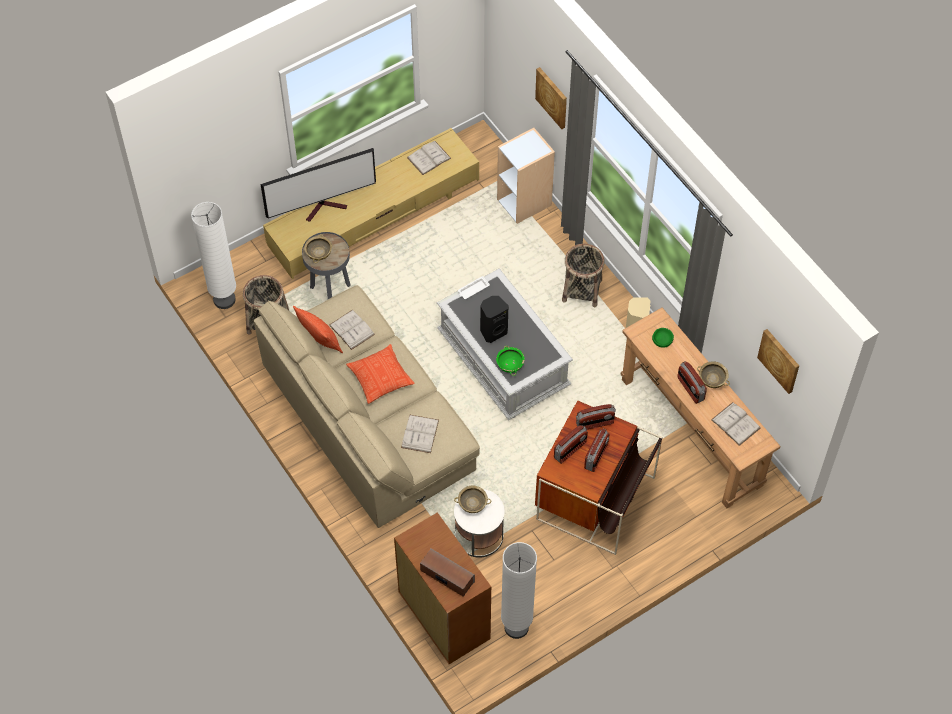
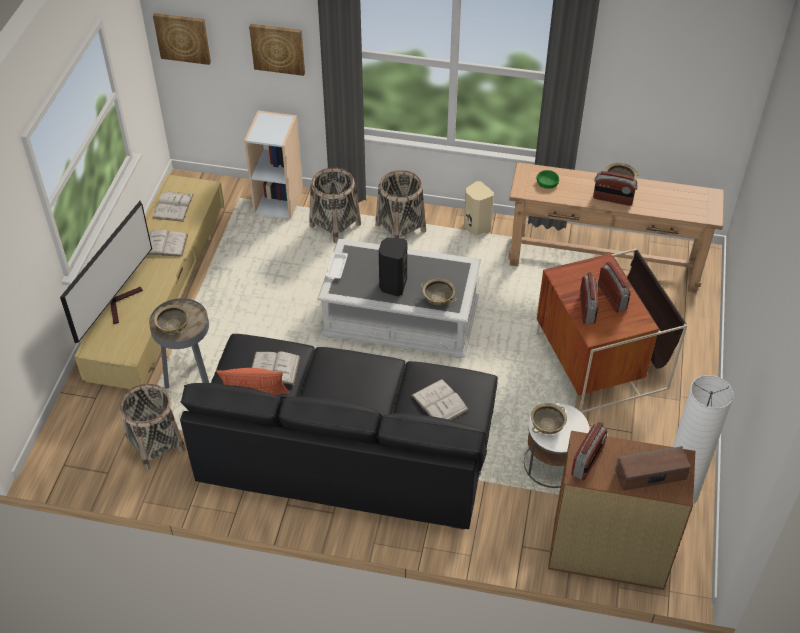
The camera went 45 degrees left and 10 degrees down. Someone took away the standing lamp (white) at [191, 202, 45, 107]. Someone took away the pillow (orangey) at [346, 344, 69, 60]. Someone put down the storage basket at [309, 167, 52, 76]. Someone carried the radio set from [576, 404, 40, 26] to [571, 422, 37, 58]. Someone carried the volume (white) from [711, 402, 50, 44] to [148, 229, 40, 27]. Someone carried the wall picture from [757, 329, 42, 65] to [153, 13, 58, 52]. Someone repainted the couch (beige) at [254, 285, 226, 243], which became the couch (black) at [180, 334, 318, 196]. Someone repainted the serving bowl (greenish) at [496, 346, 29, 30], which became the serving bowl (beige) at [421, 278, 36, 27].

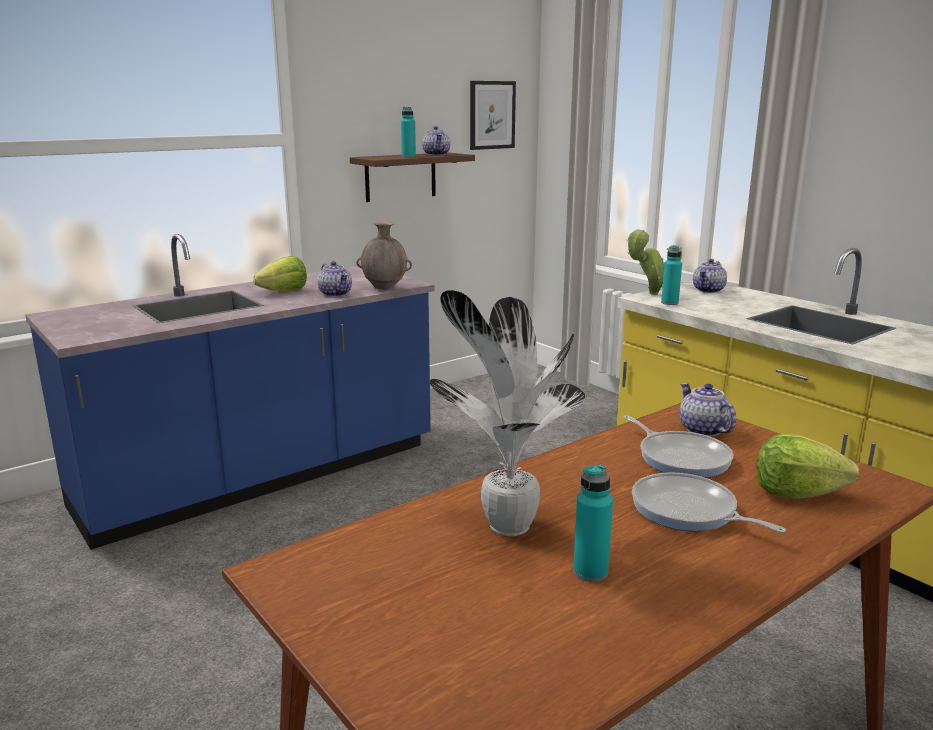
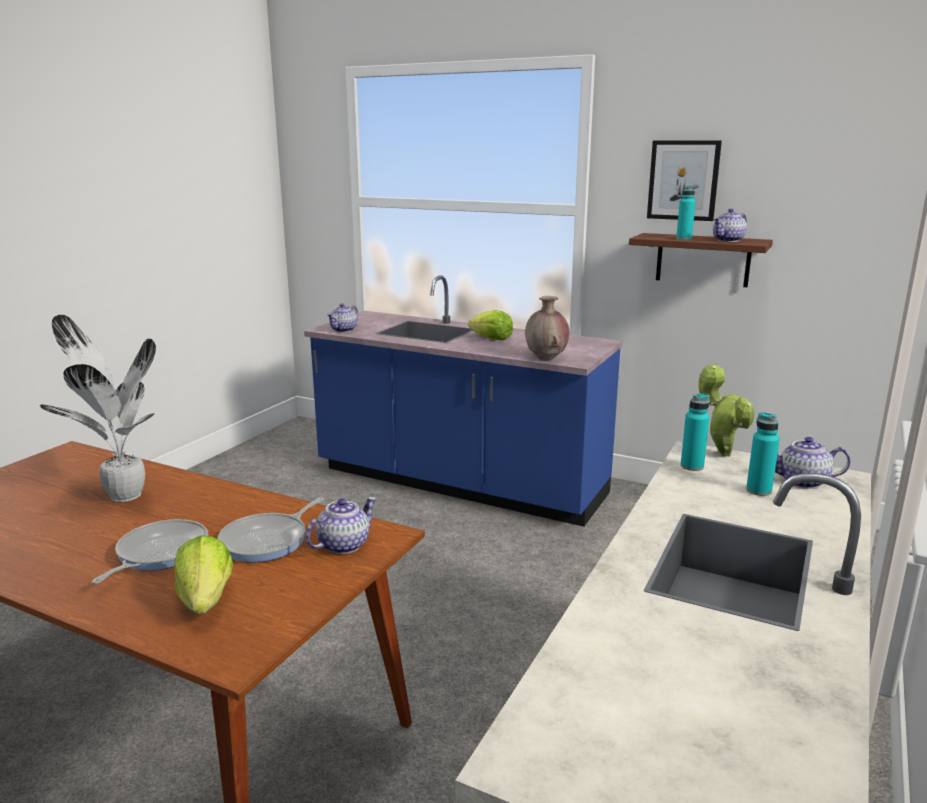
The camera went 65 degrees right and 0 degrees up. Someone carried the teapot from [317, 261, 35, 36] to [327, 303, 31, 29]. Someone carried the wall picture from [470, 81, 46, 69] to [647, 140, 75, 81]. Someone carried the drink bottle (turquoise-coloured) from [573, 464, 40, 118] to [746, 412, 34, 84].

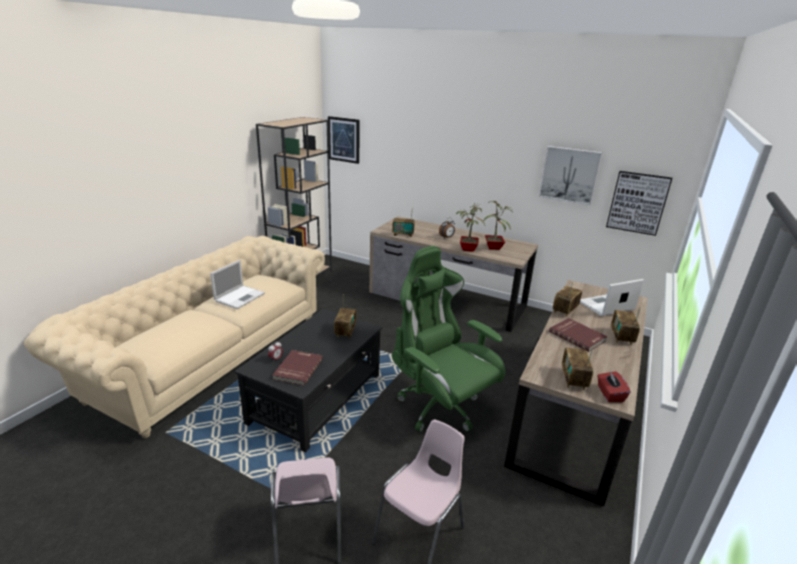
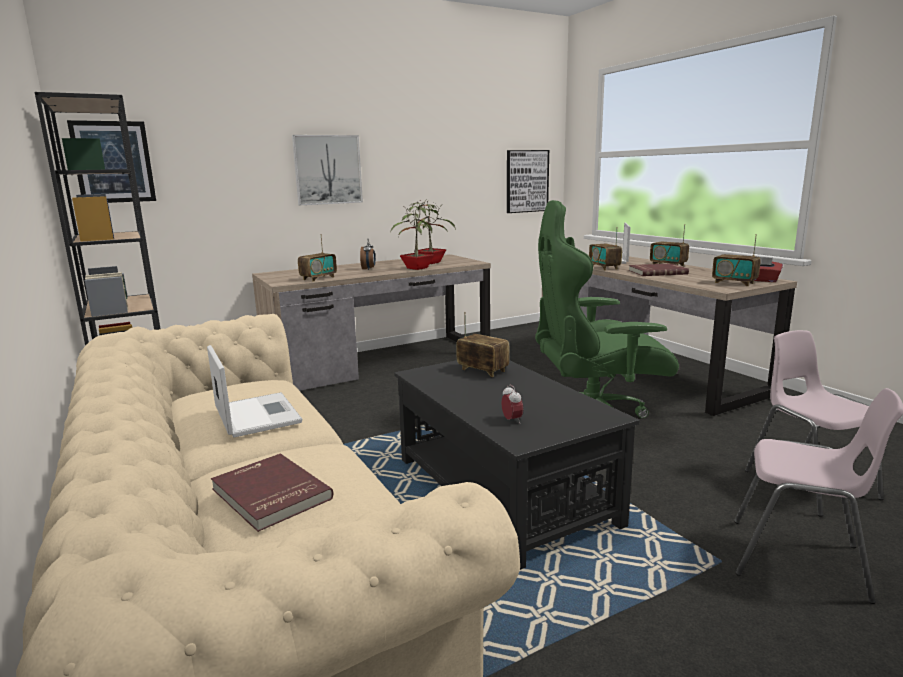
The camera went 55 degrees left and 10 degrees down. Someone carried the volume (reddish) from [273, 350, 50, 36] to [211, 454, 122, 78]. Someone carried the wall picture from [539, 146, 63, 59] to [292, 135, 71, 70].

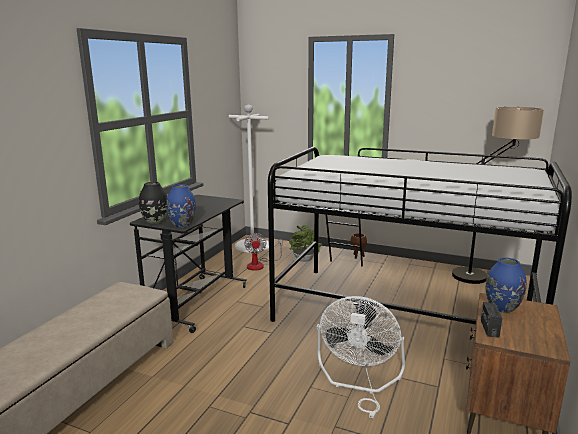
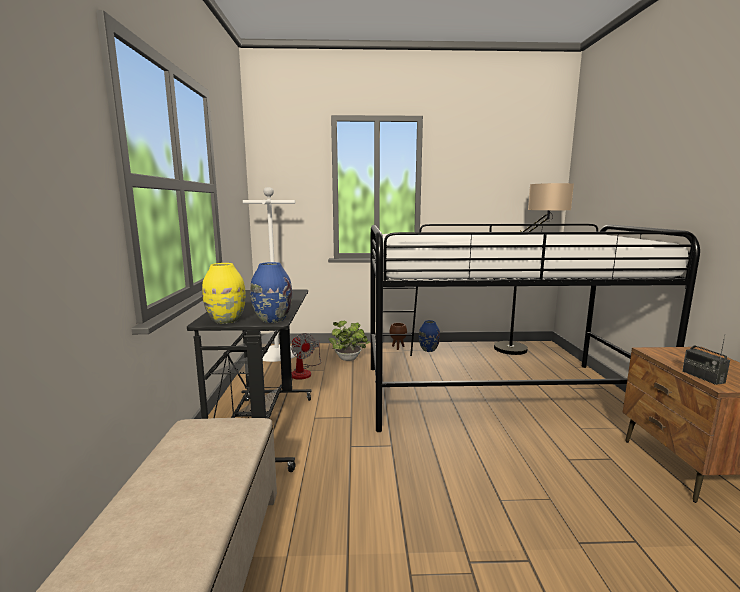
The camera went 25 degrees left and 5 degrees down. Someone took away the electric fan (white) at [317, 296, 88, 122]. Someone carried the flower vase (blue) from [486, 258, 40, 55] to [419, 320, 21, 32]. Someone repainted the flower vase (black) at [139, 182, 28, 42], which became the flower vase (yellow-coloured) at [202, 263, 44, 61].

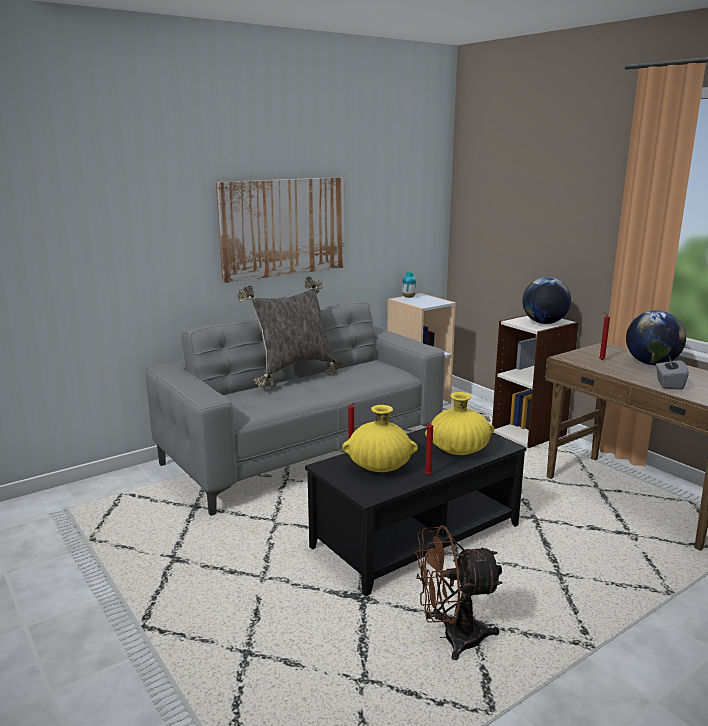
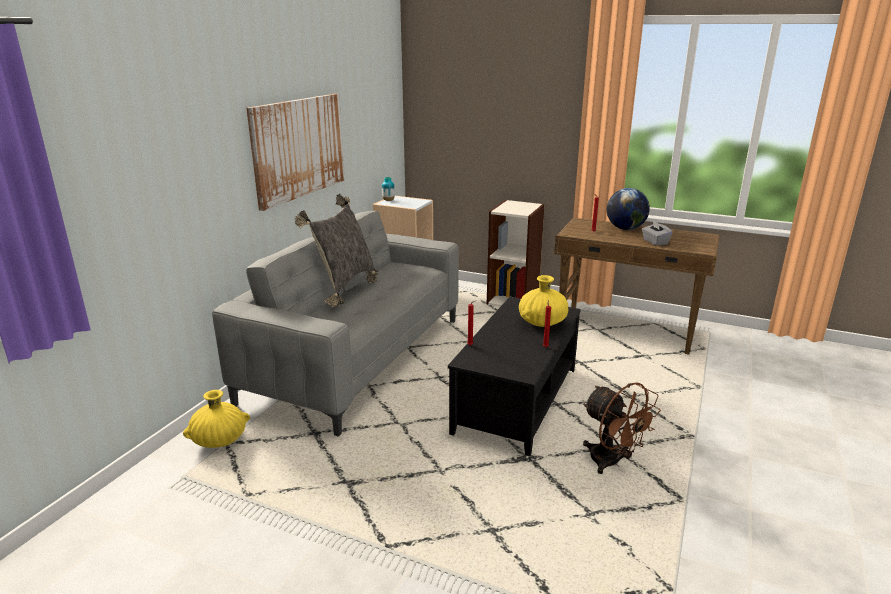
The camera went 30 degrees left and 5 degrees up. Someone took away the world globe at [522, 277, 49, 47]. Someone carried the flower vase (yellow-coloured) from [342, 405, 76, 67] to [183, 390, 67, 58]. Someone rotated the electric fan (brown) at [415, 525, 88, 135] by 90 degrees counterclockwise.

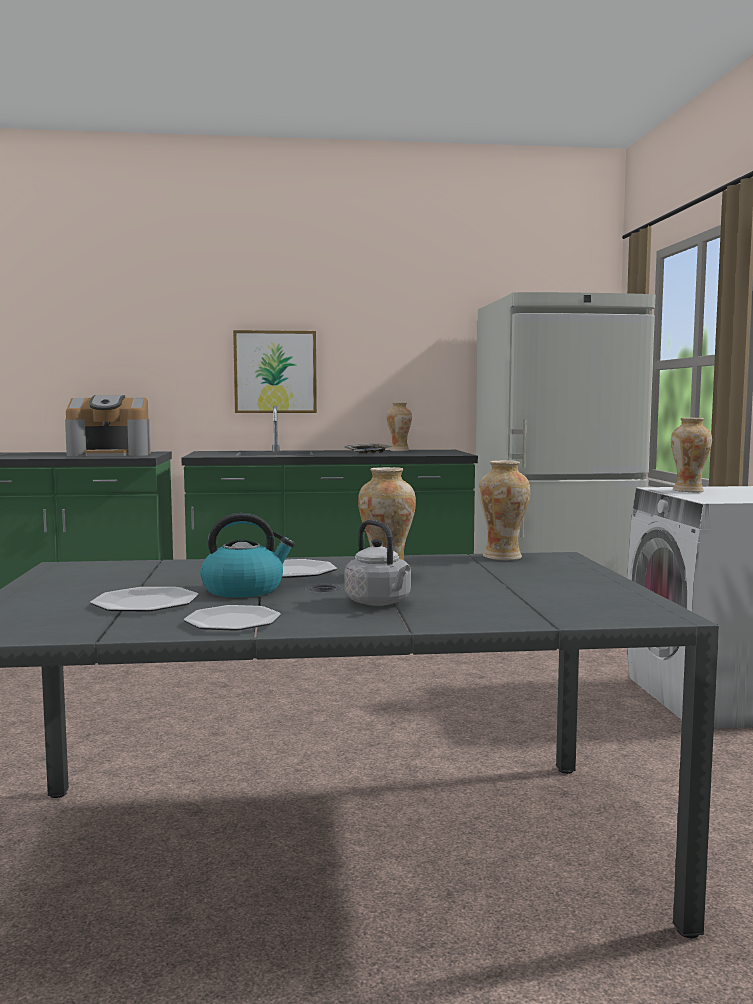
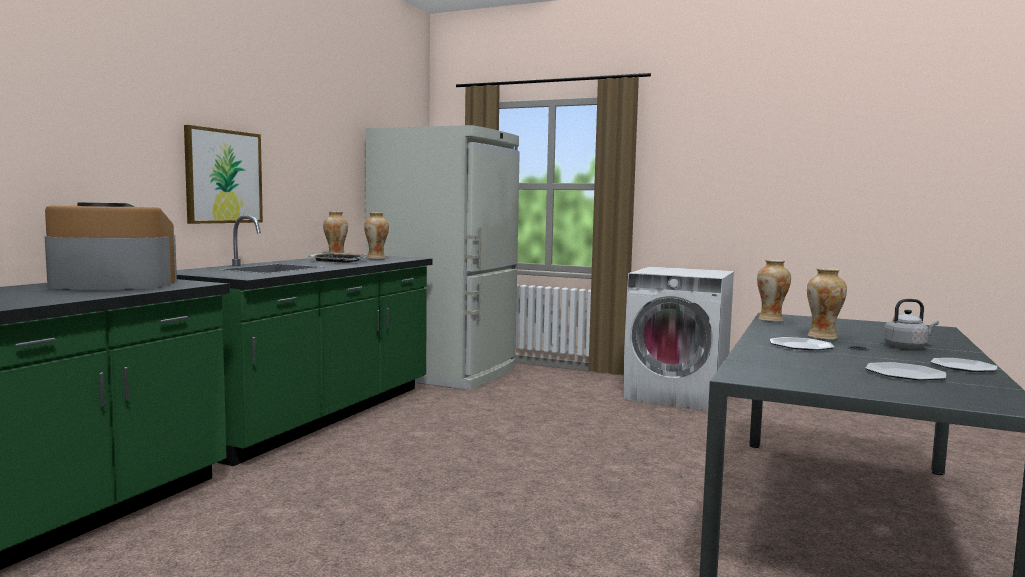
The camera went 60 degrees left and 0 degrees up. Someone took away the tea kettle at [200, 513, 95, 85]. Someone carried the flower vase from [671, 418, 41, 74] to [364, 212, 25, 47]. Someone rotated the coffee machine at [65, 395, 86, 61] by 120 degrees counterclockwise.

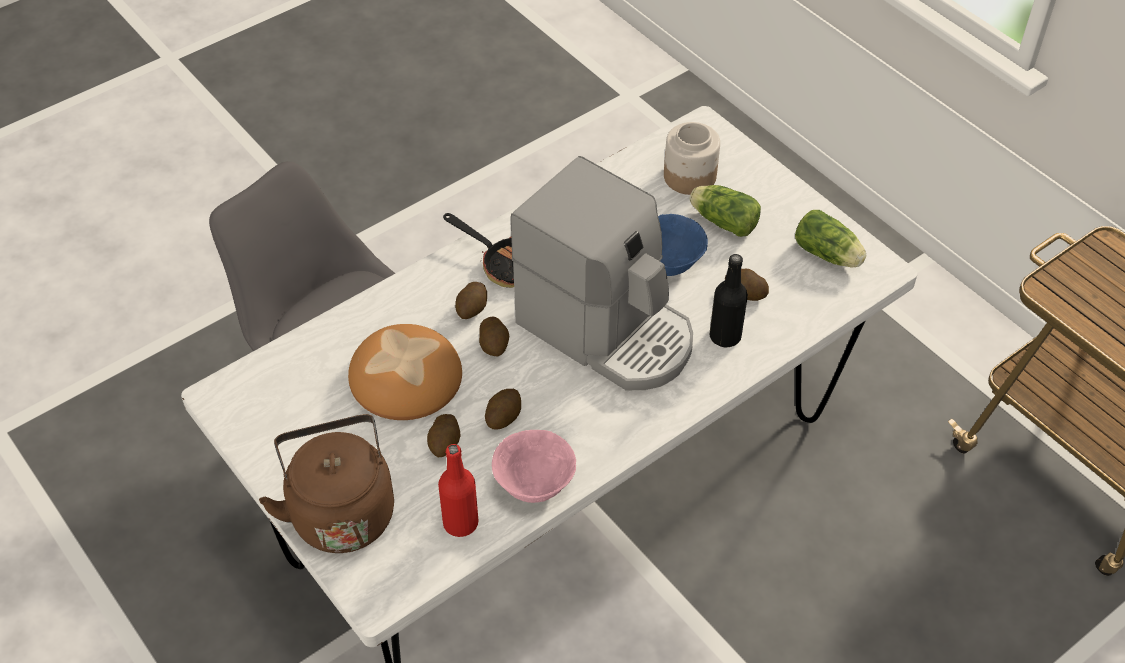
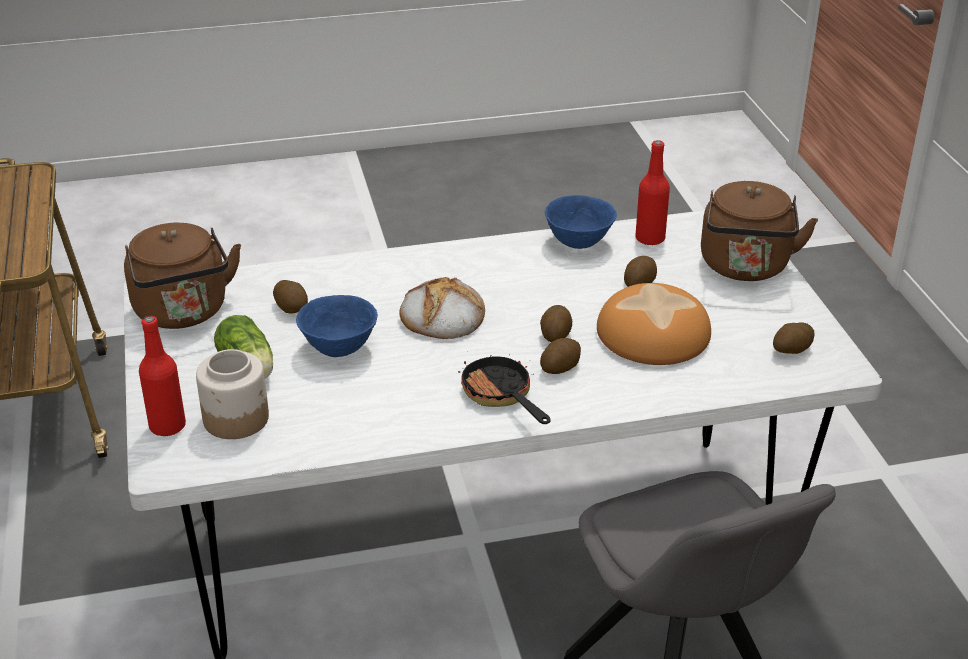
The camera went 155 degrees left and 15 degrees down. Someone took away the drink bottle (black) at [710, 254, 38, 93]. Someone put down the drink bottle (reddish) at [139, 316, 47, 120]. Someone carried the potato from [485, 389, 36, 41] to [773, 323, 41, 31]. Someone swapped the coffee machine at [511, 156, 182, 234] for the bakery bread at [399, 277, 86, 62]. Someone swapped the lettuce at [795, 210, 71, 57] for the tea kettle (brown) at [124, 223, 117, 106]. Someone repainted the serving bowl (pinkish) at [492, 430, 84, 73], which became the serving bowl (blue) at [545, 195, 72, 54].

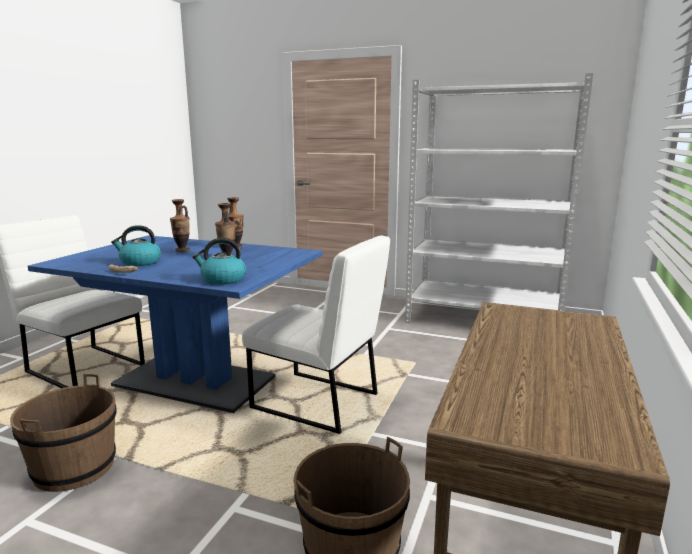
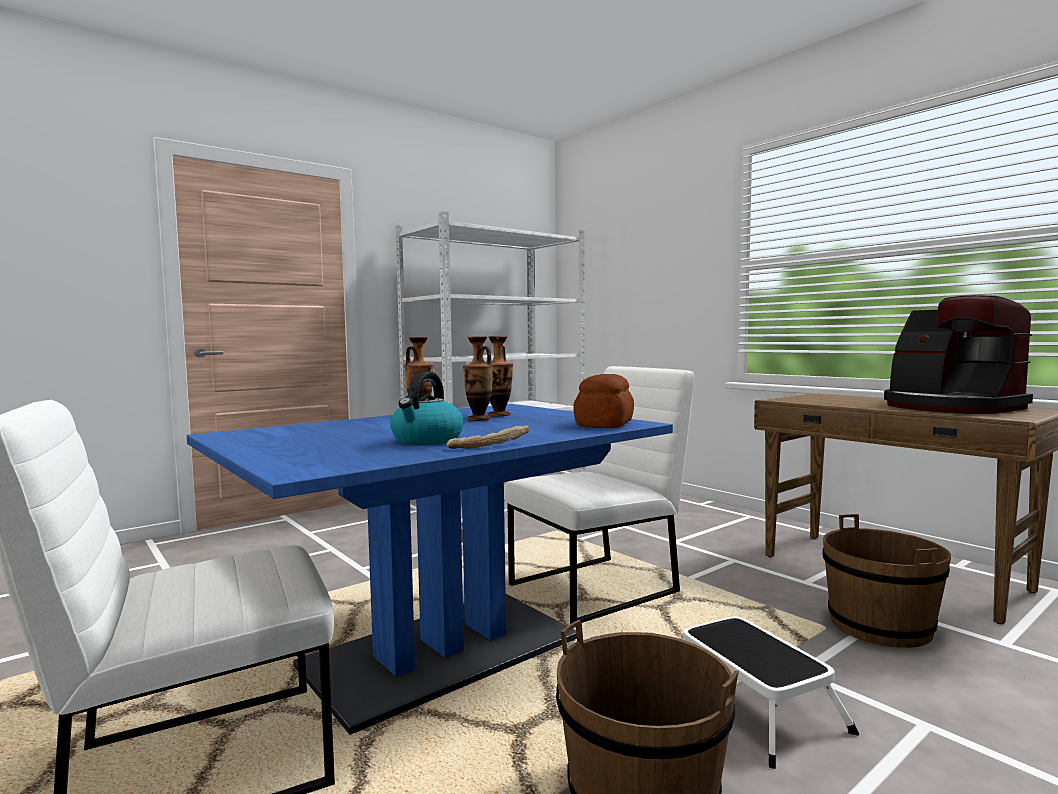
The camera went 60 degrees left and 10 degrees down. Someone put down the step stool (black) at [683, 616, 176, 153]. Someone put down the coffee machine at [884, 295, 149, 119]. Someone carried the flower vase from [170, 199, 20, 53] to [488, 336, 25, 80]. Someone swapped the tea kettle at [192, 238, 54, 46] for the bakery bread at [573, 374, 61, 54].

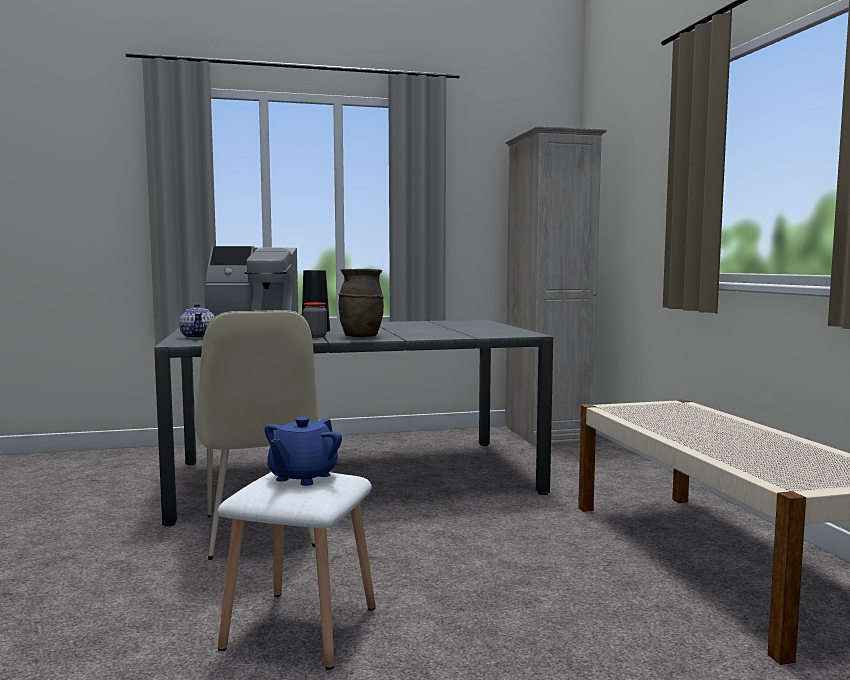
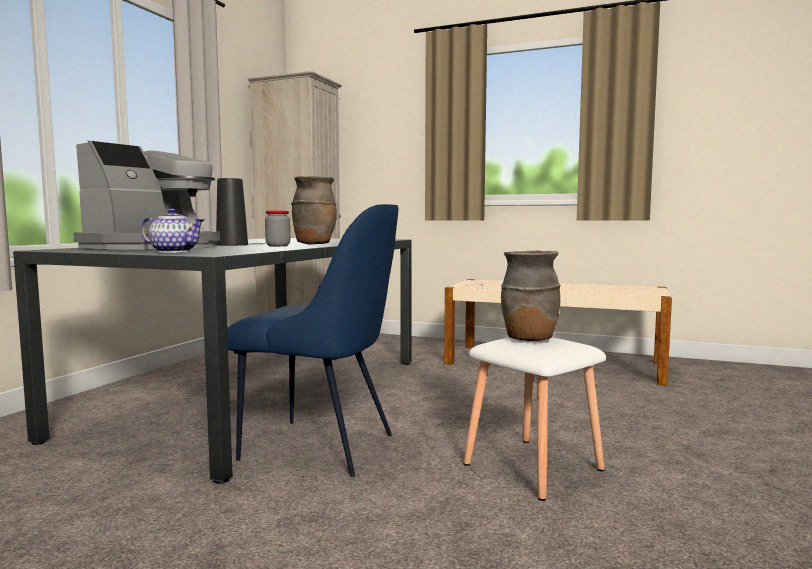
The camera went 55 degrees left and 0 degrees up. Someone swapped the teapot (blue) at [265, 417, 77, 69] for the flower vase (brown) at [501, 250, 59, 91]. Someone repainted the plain chair (beige) at [194, 310, 125, 250], which became the plain chair (blue) at [227, 204, 171, 273].

